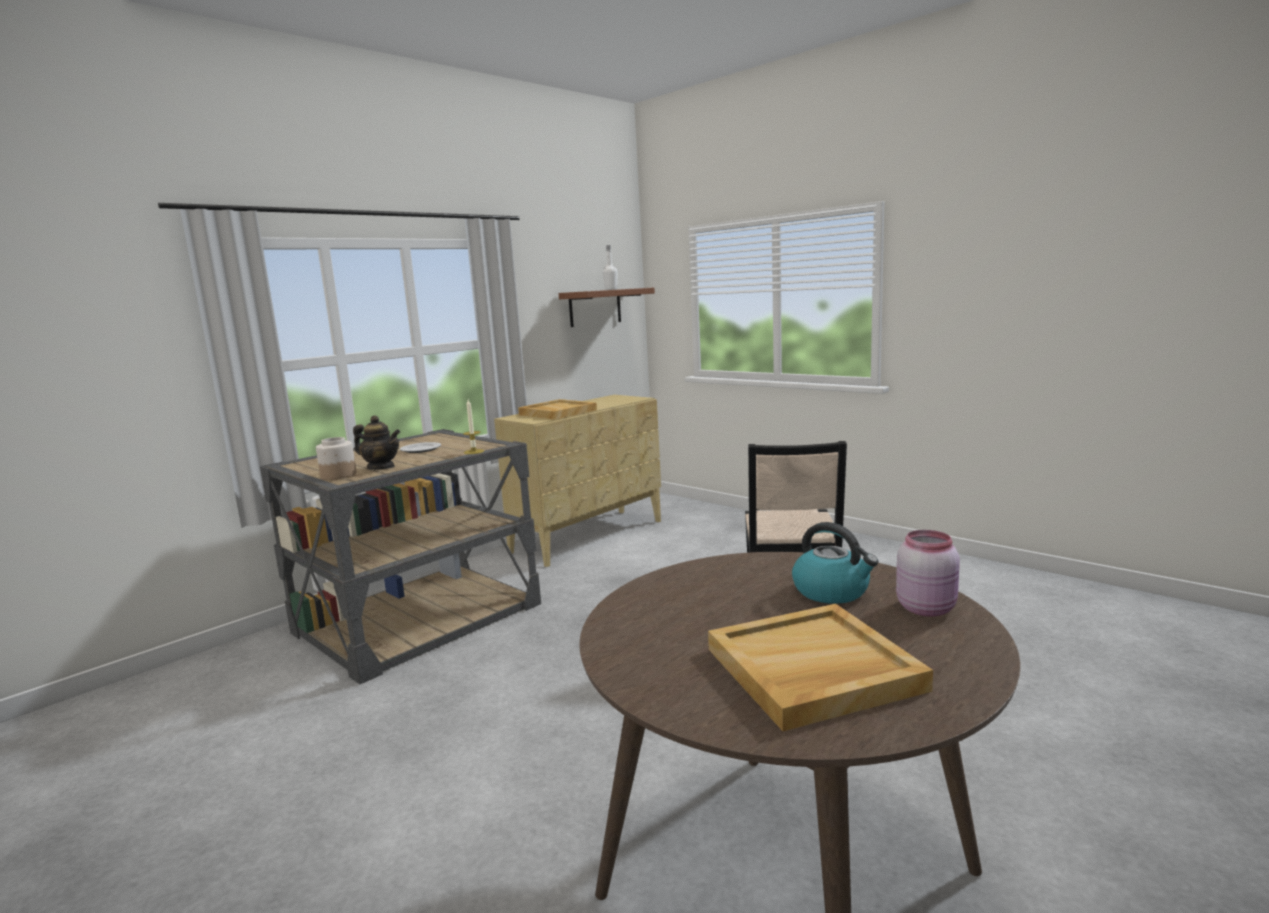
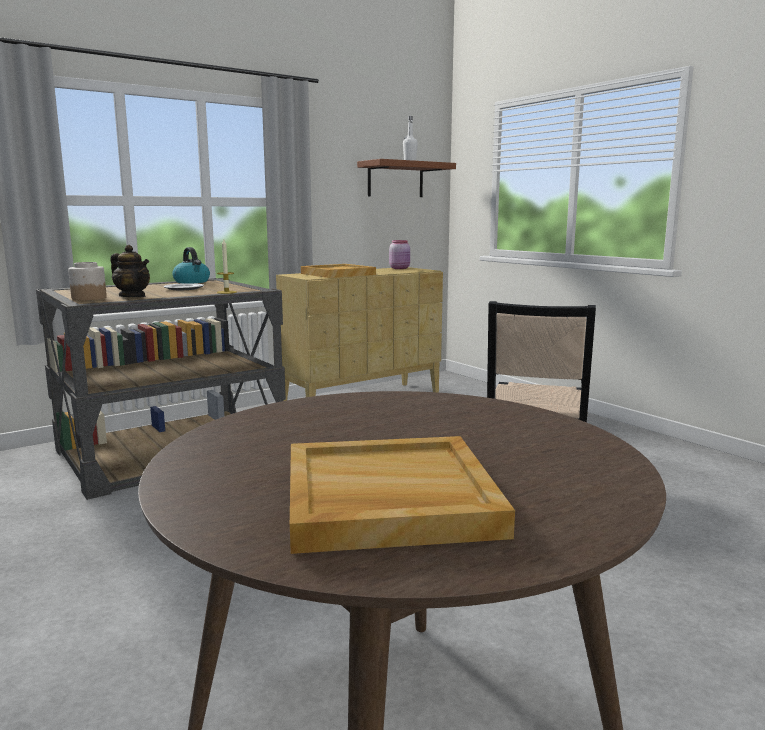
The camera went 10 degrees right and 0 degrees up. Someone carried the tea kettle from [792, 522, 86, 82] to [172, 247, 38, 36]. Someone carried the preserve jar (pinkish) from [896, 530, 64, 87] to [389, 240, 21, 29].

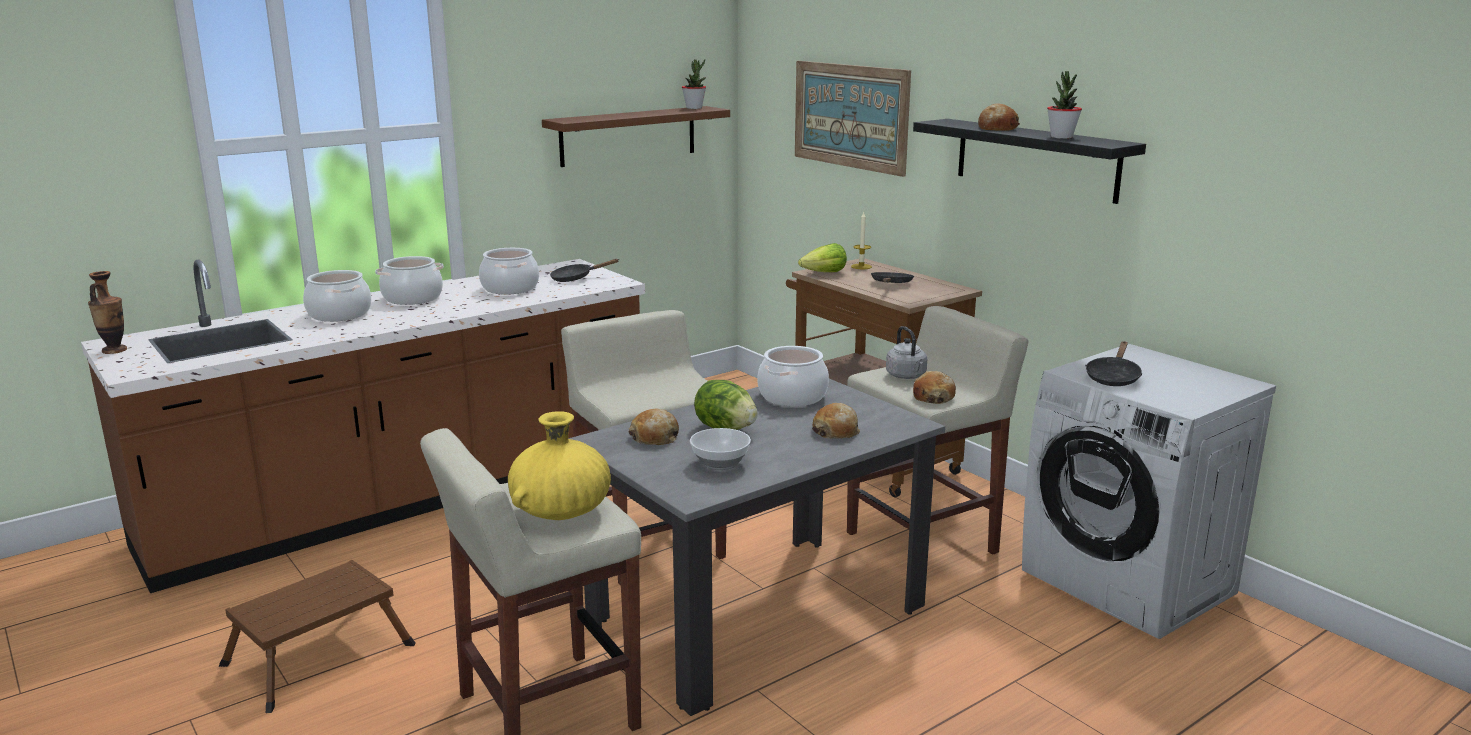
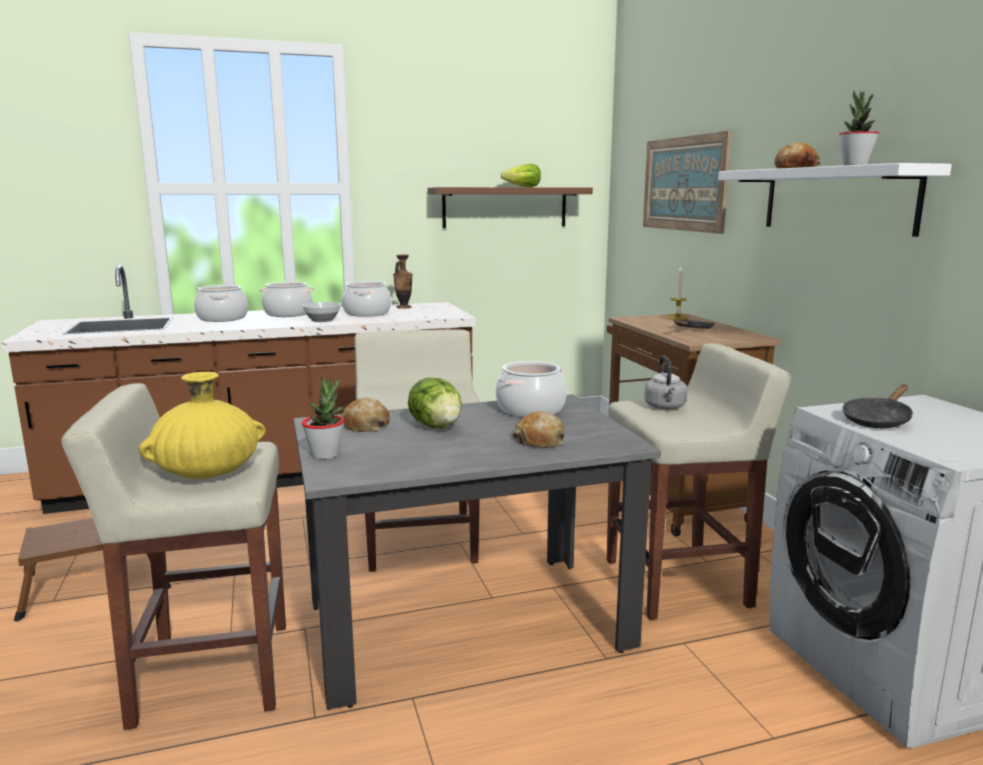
The camera went 20 degrees right and 5 degrees down. Someone took away the frying pan (black) at [550, 259, 69, 23]. Someone took away the bakery bread at [913, 371, 43, 33]. Someone carried the flower vase from [88, 271, 39, 83] to [393, 255, 20, 54]. Someone carried the houseplant from [682, 59, 24, 50] to [302, 377, 42, 82]. Someone carried the serving bowl from [690, 428, 61, 42] to [302, 302, 39, 20]. Someone carried the lettuce from [798, 243, 49, 29] to [501, 164, 40, 23]. Someone repainted the bracket shelf (black) at [913, 119, 233, 85], which became the bracket shelf (white) at [718, 163, 234, 74].

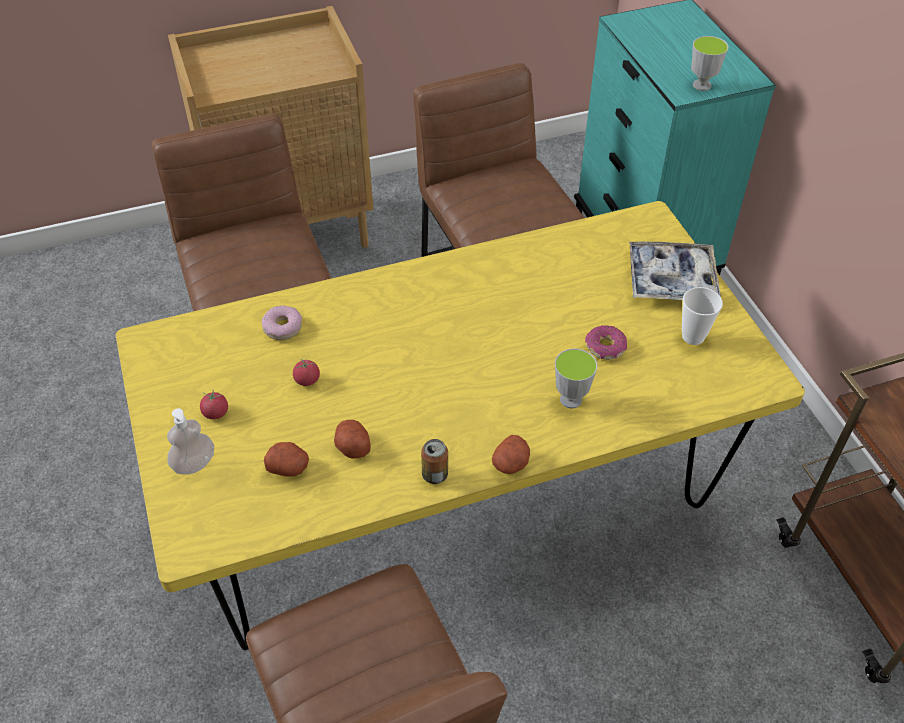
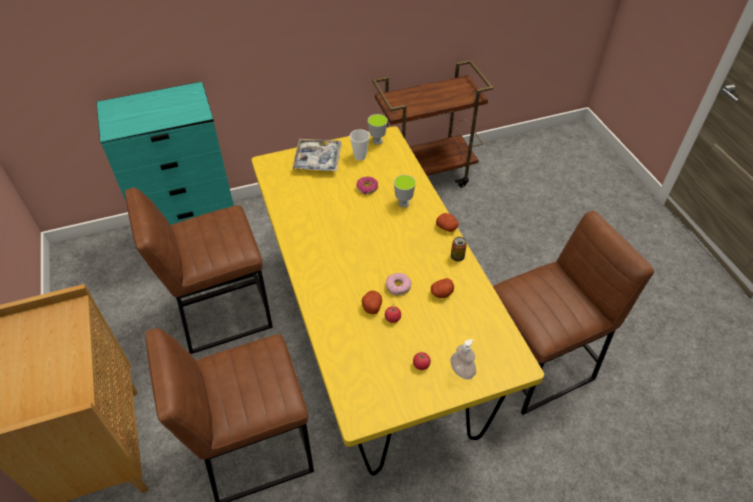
The camera went 90 degrees left and 0 degrees up. Someone carried the doughnut from [262, 305, 40, 35] to [386, 273, 26, 23]. Someone carried the potato from [264, 442, 45, 35] to [362, 290, 20, 24]. Someone carried the small cup from [691, 36, 38, 55] to [368, 114, 20, 31].

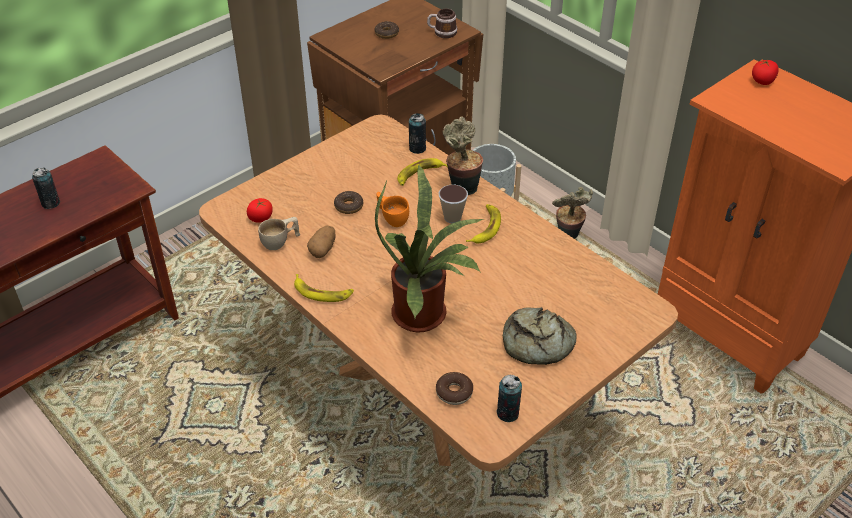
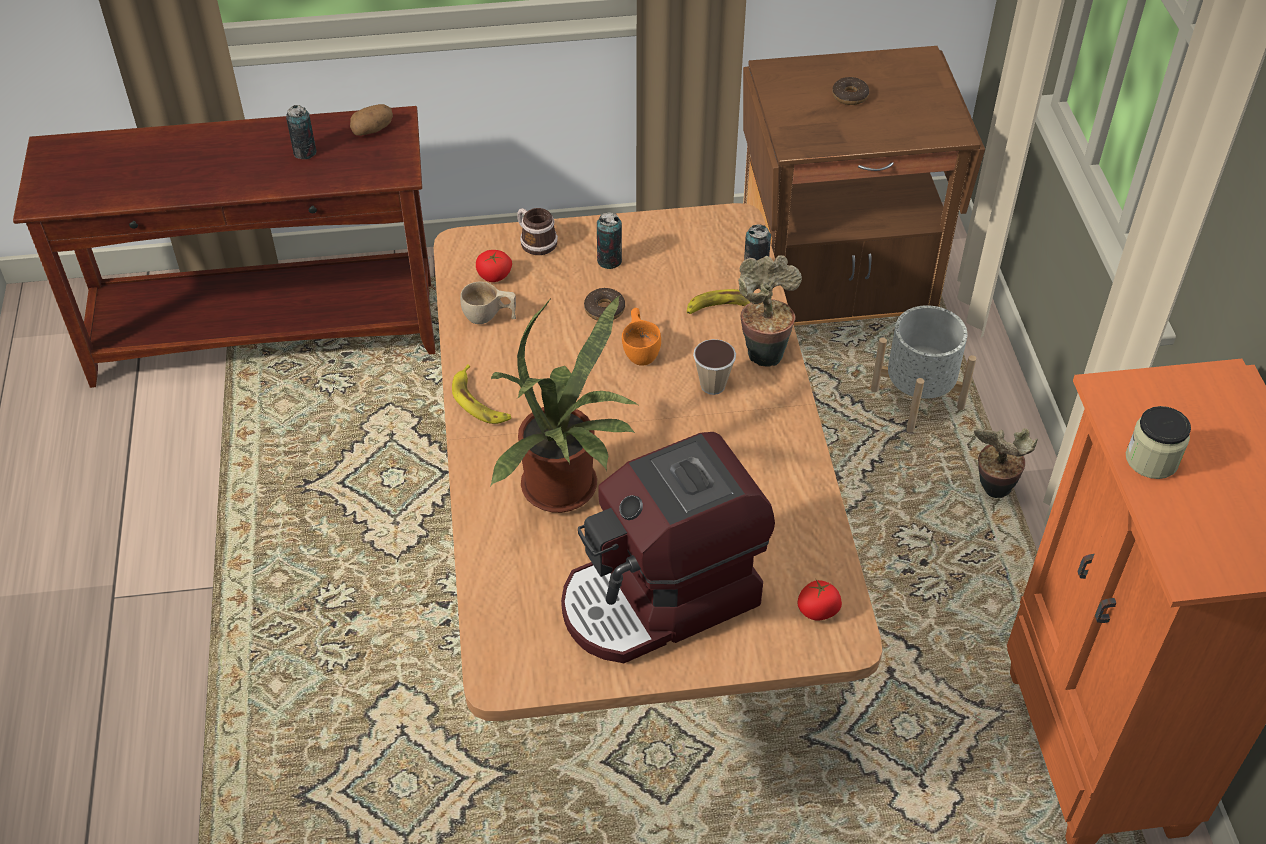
The camera went 35 degrees right and 5 degrees up. Someone took away the doughnut at [436, 372, 37, 33]. Someone took away the banana fruit at [466, 204, 35, 40]. Someone put down the preserve jar at [1126, 406, 65, 73]. Someone carried the potato from [307, 225, 29, 33] to [350, 104, 43, 32]. Someone carried the coffee mug from [427, 9, 30, 29] to [517, 208, 41, 47]. Someone carried the metal can from [497, 375, 25, 47] to [597, 212, 25, 57]. Someone carried the fresh tomato from [752, 59, 26, 26] to [798, 580, 44, 41]. Someone swapped the bakery bread at [503, 307, 74, 58] for the coffee machine at [561, 432, 214, 231].

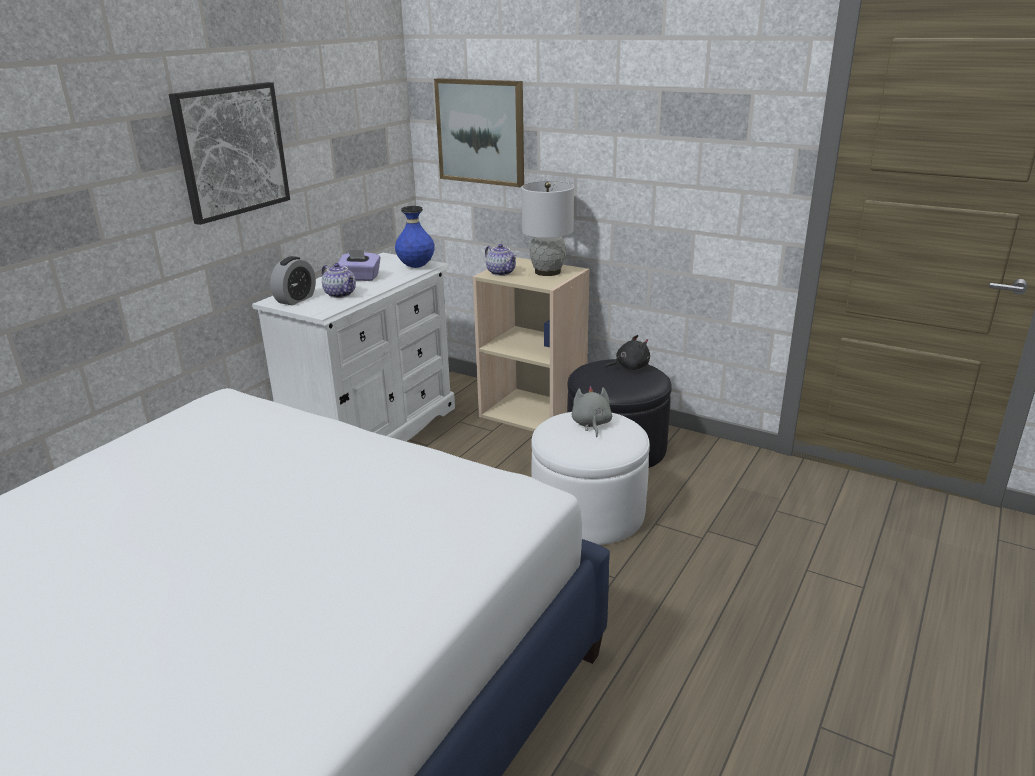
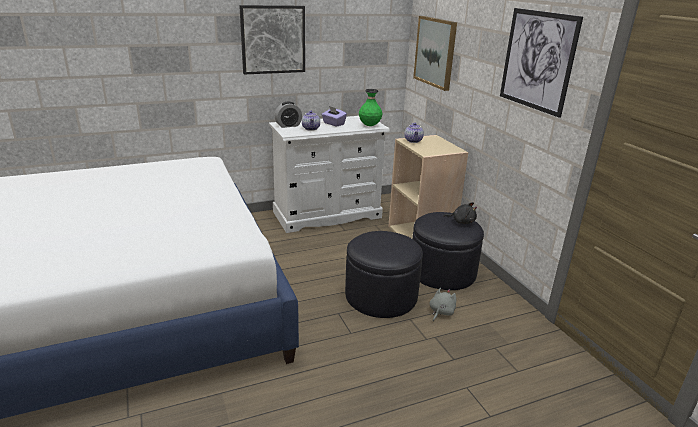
The camera went 35 degrees right and 0 degrees up. Someone took away the table lamp (white) at [521, 181, 53, 95]. Someone put up the wall picture at [500, 8, 83, 110]. Someone carried the plush toy (gray) from [572, 386, 40, 51] to [430, 288, 26, 33]. Someone repainted the flower vase (blue) at [395, 206, 40, 62], which became the flower vase (greenish) at [359, 89, 24, 37]. Someone repainted the pouffe (white) at [531, 412, 119, 133], which became the pouffe (black) at [345, 231, 78, 87].

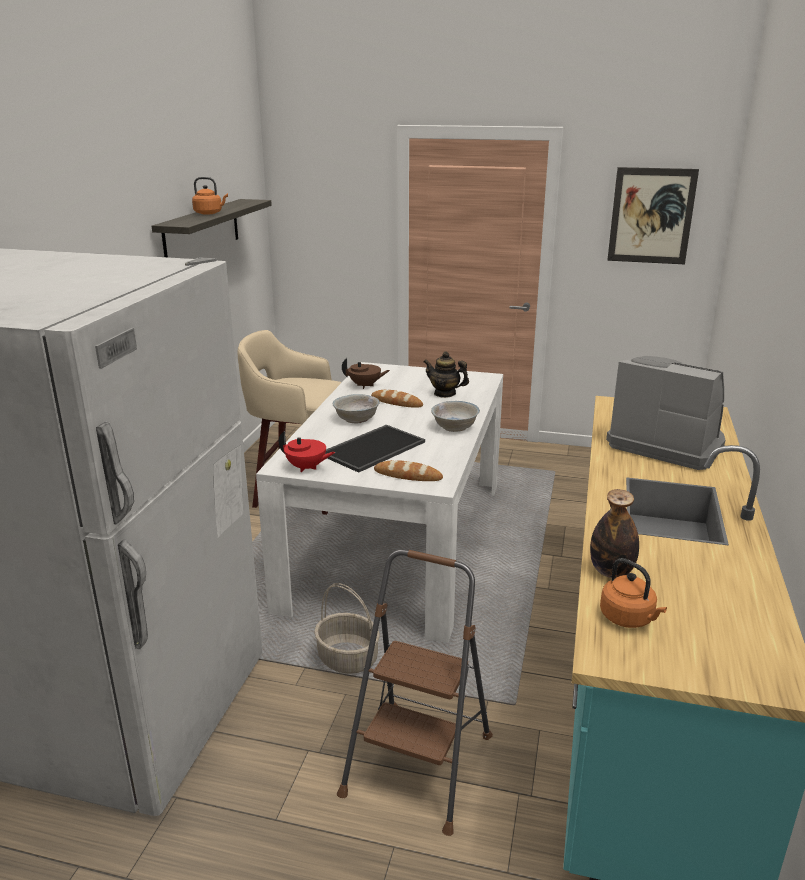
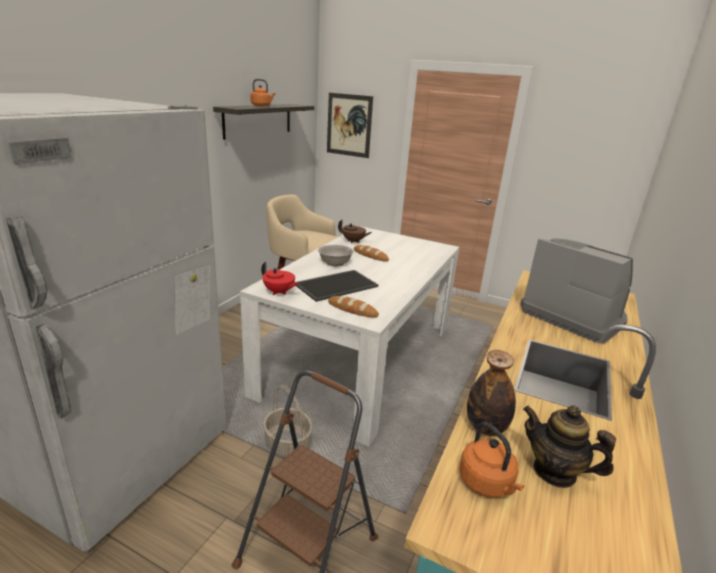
The camera went 10 degrees right and 0 degrees up. Someone took away the serving bowl (white) at [431, 401, 49, 31]. Someone carried the teapot from [424, 351, 45, 47] to [523, 405, 93, 83]. Someone carried the wall picture from [607, 167, 92, 97] to [327, 93, 46, 65].

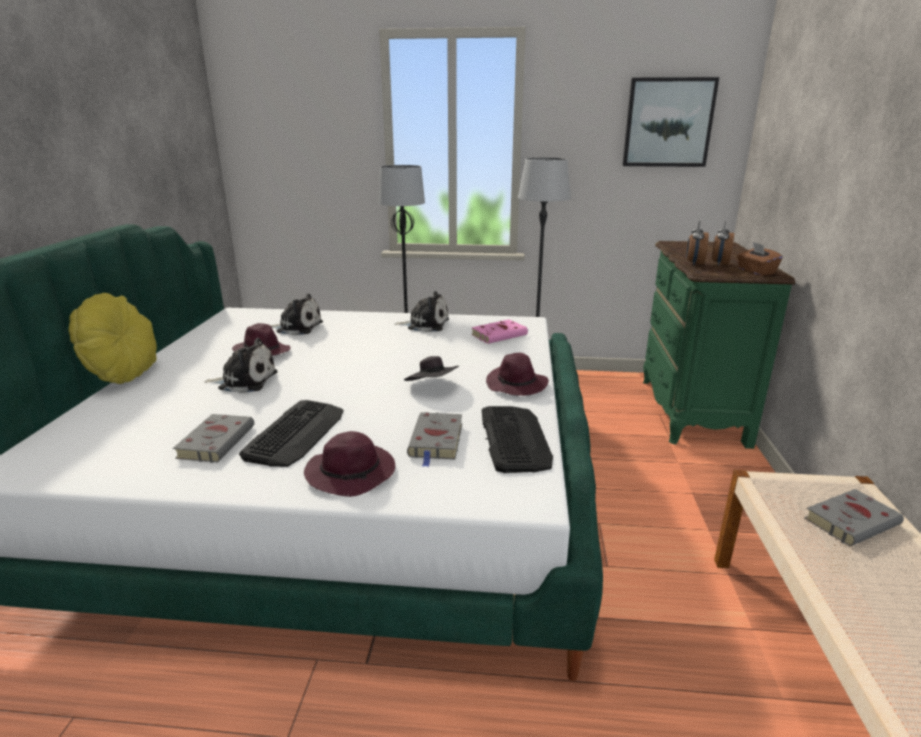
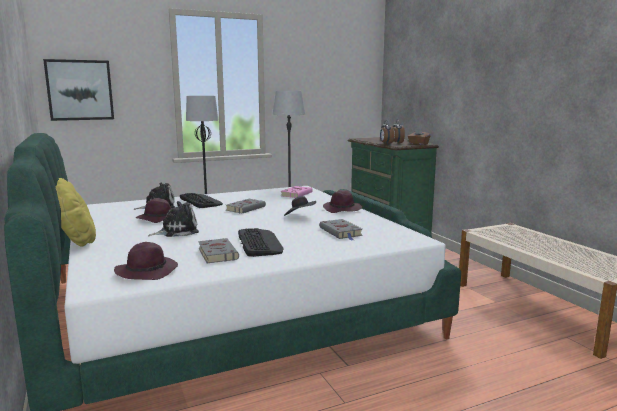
The camera went 30 degrees left and 10 degrees down. Someone took away the plush toy at [395, 291, 54, 41]. Someone carried the clothing hat (purple-coloured) from [304, 431, 91, 66] to [114, 242, 64, 38]. Someone carried the PC keyboard from [482, 406, 71, 67] to [180, 193, 43, 15]. Someone carried the wall picture from [622, 77, 97, 90] to [43, 59, 71, 62]. Someone carried the volume (gray) from [804, 489, 100, 57] to [226, 199, 40, 14].

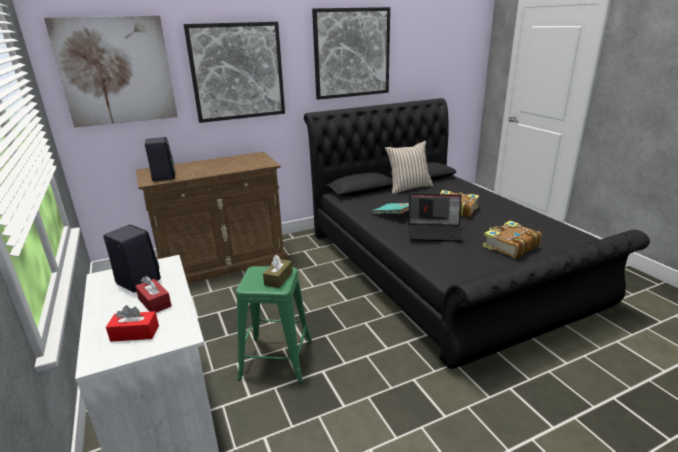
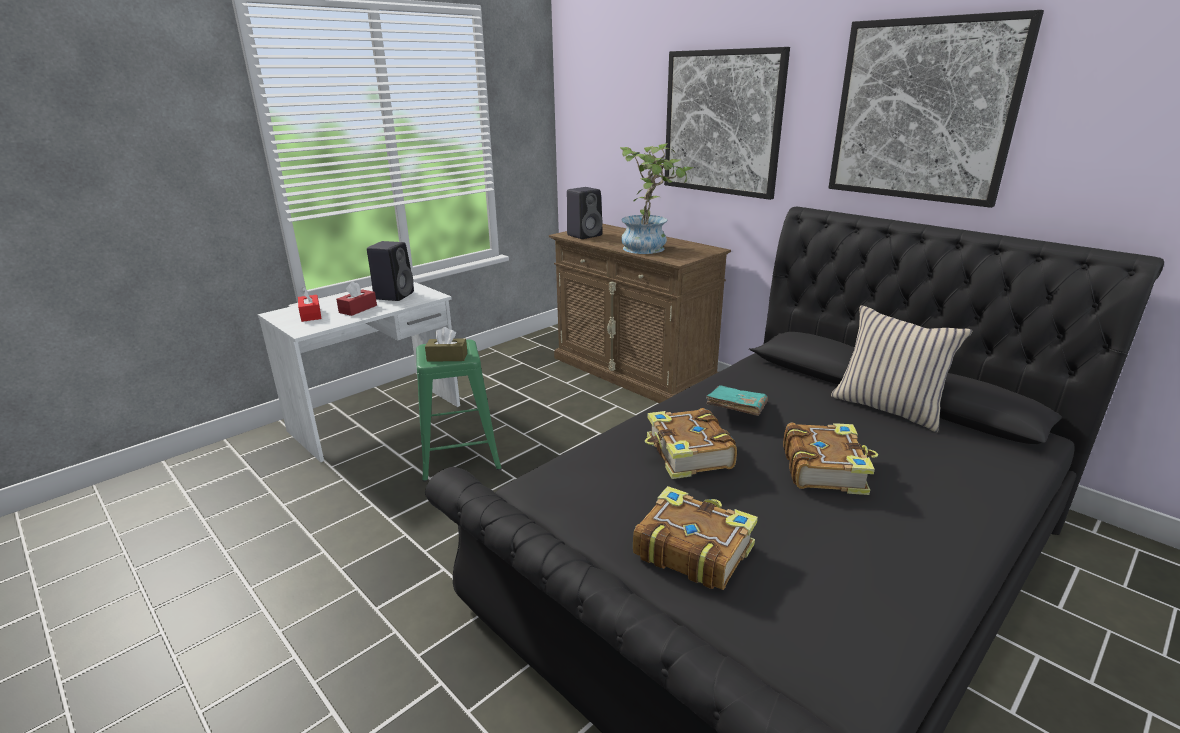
The camera went 70 degrees right and 0 degrees up. Someone took away the wall picture at [44, 16, 134, 112]. Someone put down the houseplant at [620, 143, 74, 111]. Someone swapped the portable computer at [408, 194, 55, 48] for the volume at [645, 408, 92, 71].

